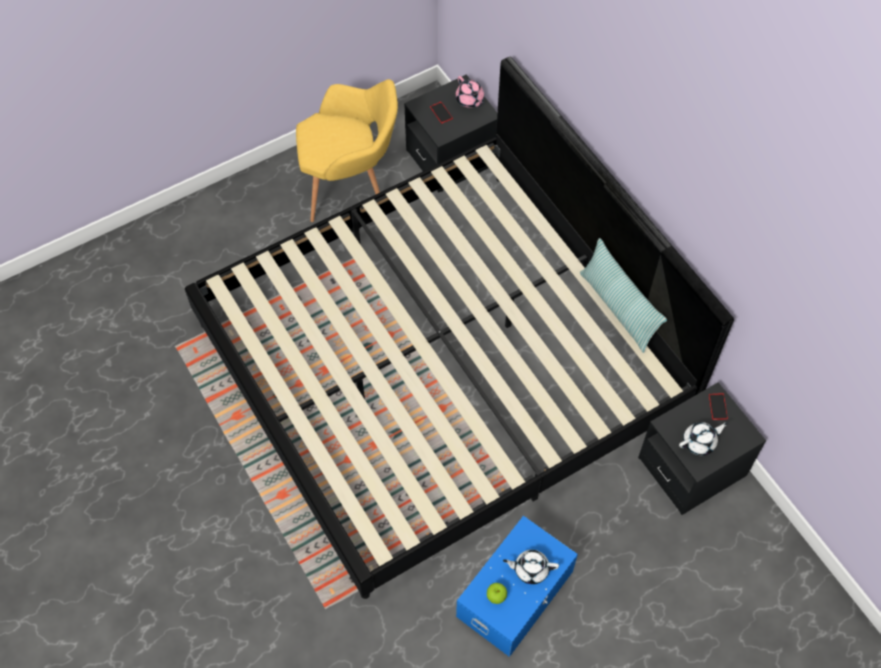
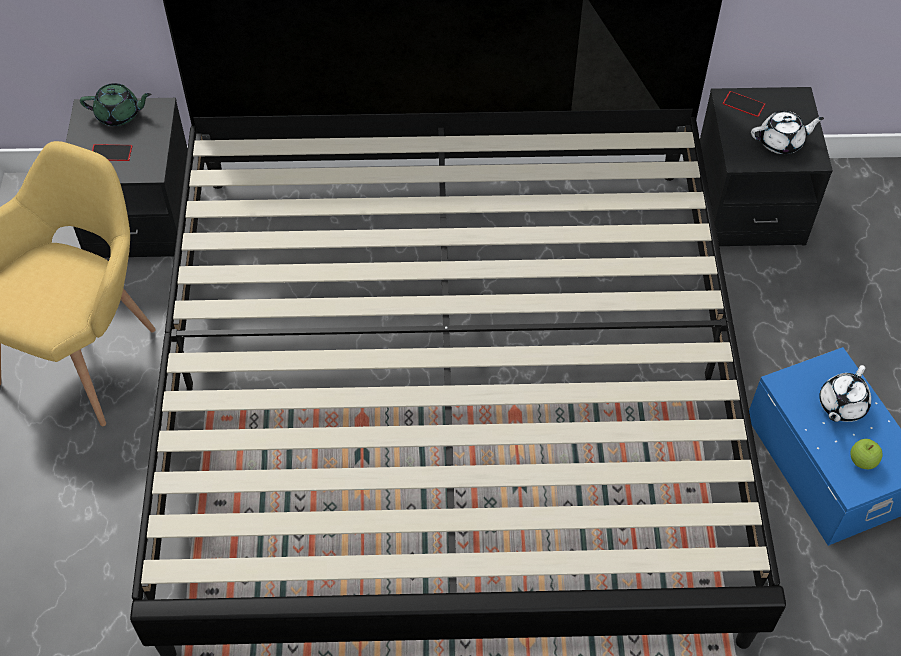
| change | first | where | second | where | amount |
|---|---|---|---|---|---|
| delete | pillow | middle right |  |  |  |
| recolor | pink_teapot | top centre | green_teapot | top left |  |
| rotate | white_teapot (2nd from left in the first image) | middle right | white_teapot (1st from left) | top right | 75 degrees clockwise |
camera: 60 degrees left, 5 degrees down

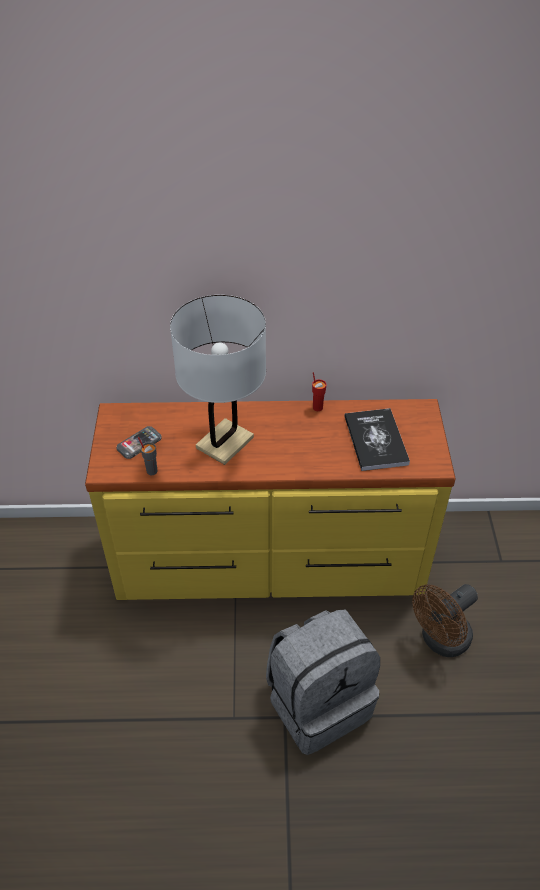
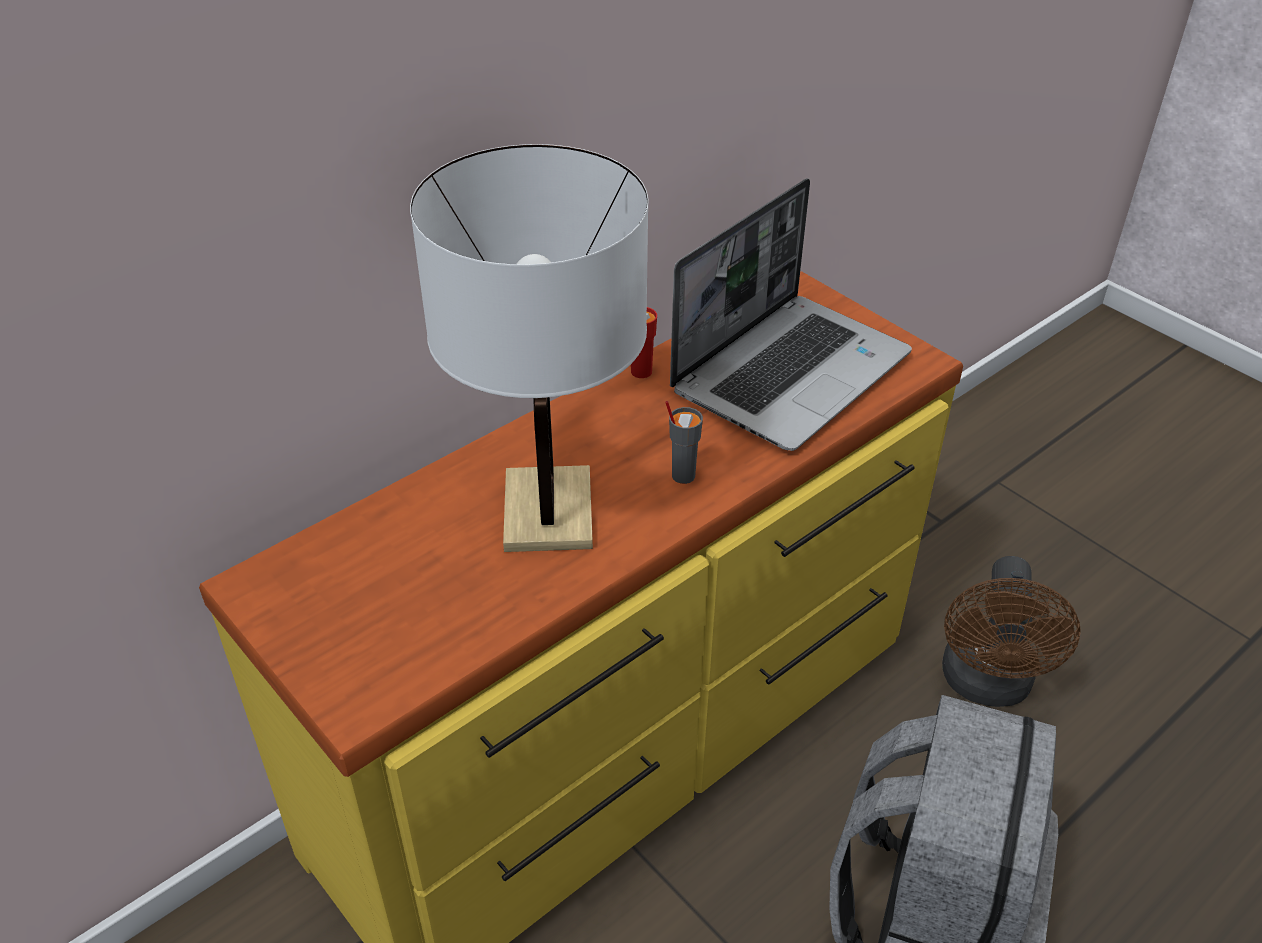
| change | first | where | second | where | amount |
|---|---|---|---|---|---|
| delete | phone | middle left |  |  |  |
| move | grey_cup | middle left |  | centre |  |
| replace | book | middle right | laptop | top centre |  |
camera: 40 degrees left, 5 degrees down

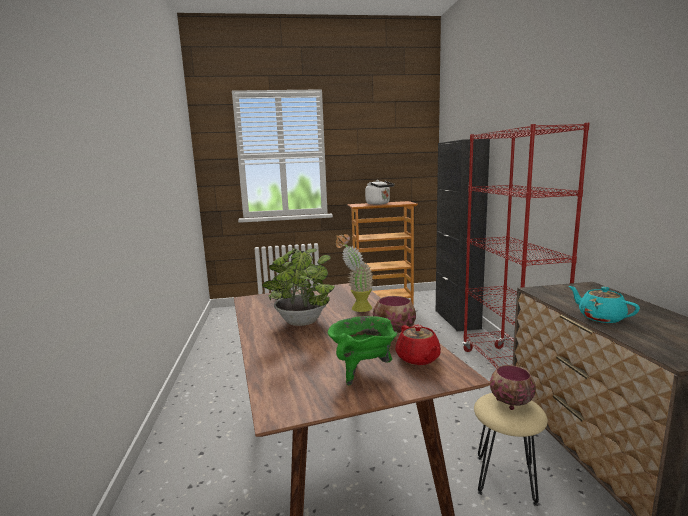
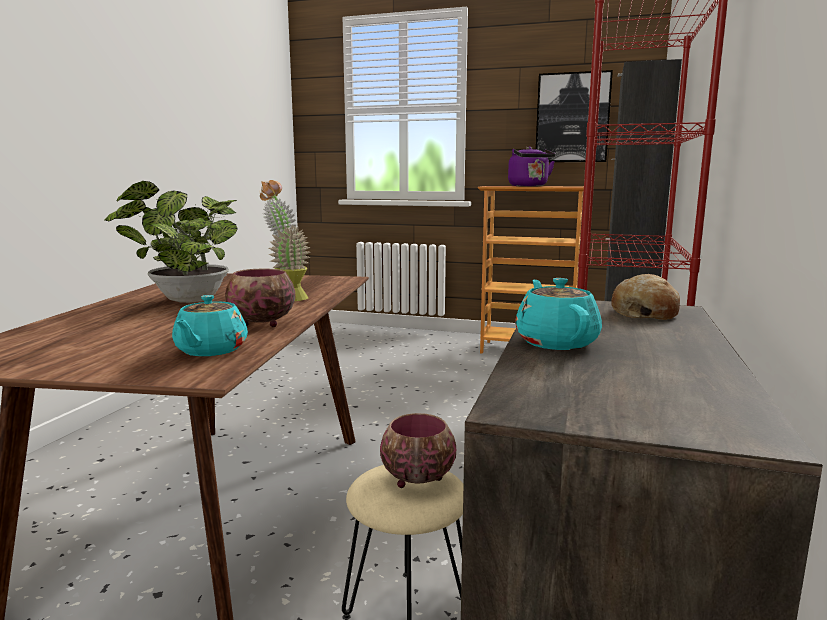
| change | first | where | second | where | amount |
|---|---|---|---|---|---|
| delete | green_cooking_pot | bottom centre |  |  |  |
| insert |  |  | picture | top right |  |
| insert |  |  | bread | middle right |  |
| recolor | white_kettle | centre | purple_kettle | top centre |  |
| recolor | red_teapot | bottom centre | turquoise_teapot (1st from left) | middle left |  |
camera: 25 degrees right, 0 degrees up

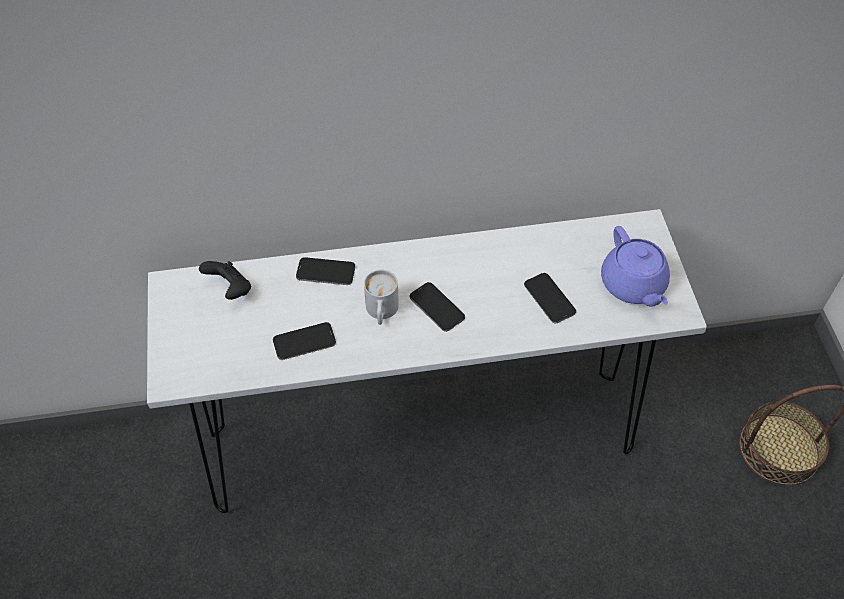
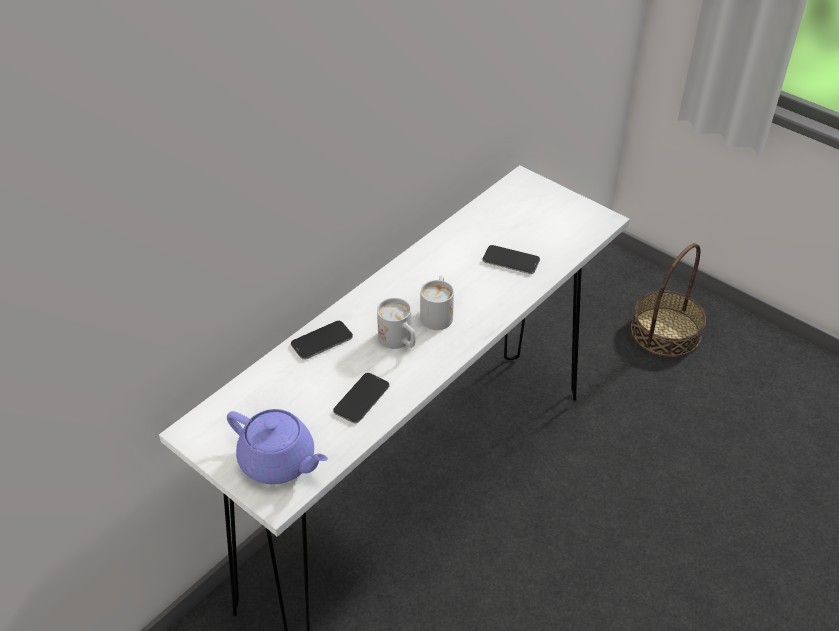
| change | first | where | second | where | amount |
|---|---|---|---|---|---|
| delete | black_game_controller | middle left |  |  |  |
| move | purple_teapot | middle right |  | bottom left |  |
| replace | phone (3rd from left) | centre | white_mug (2nd from left) | centre |  |
camera: 40 degrees left, 10 degrees down

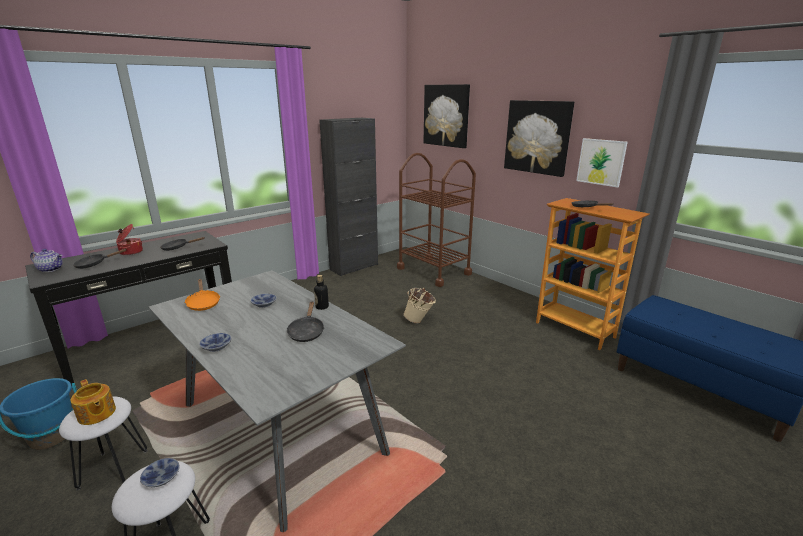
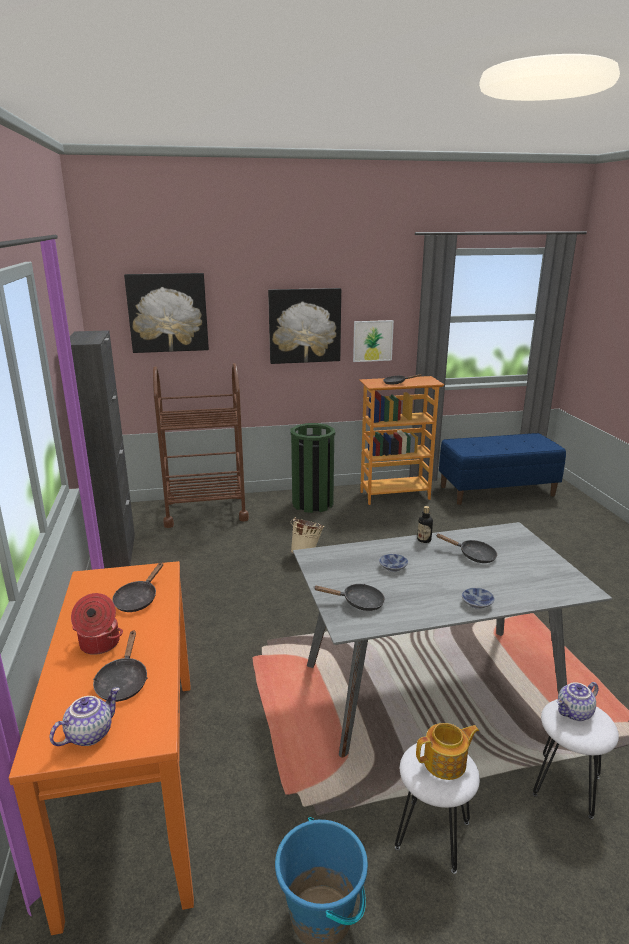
| change | first | where | second | where | amount |
|---|---|---|---|---|---|
| insert |  |  | green_trash_can | centre |  |
| replace | bowl (1st from left) | bottom left | teapot (3rd from left) | bottom right |  |
| recolor | black_console_table | middle left | orange_console_table | bottom left |  |
| recolor | orange_frying_pan | middle left | black_frying_pan (3rd from left) | centre |  |
camera: 60 degrees left, 0 degrees up

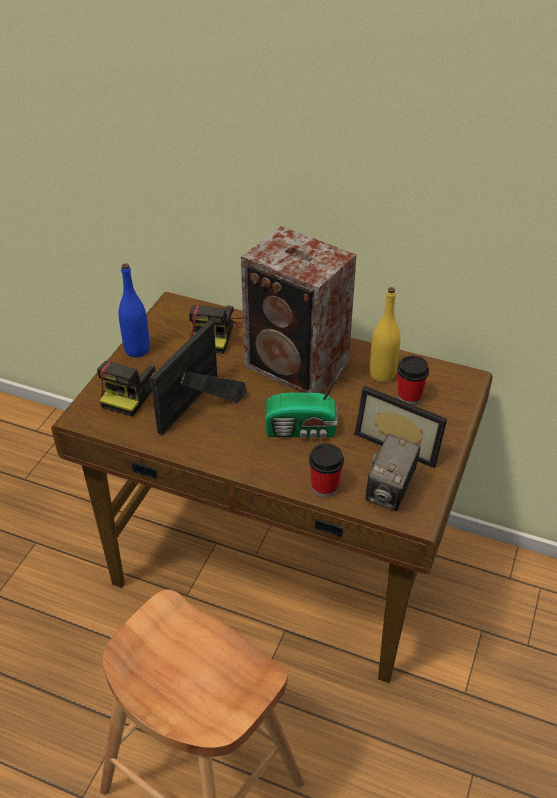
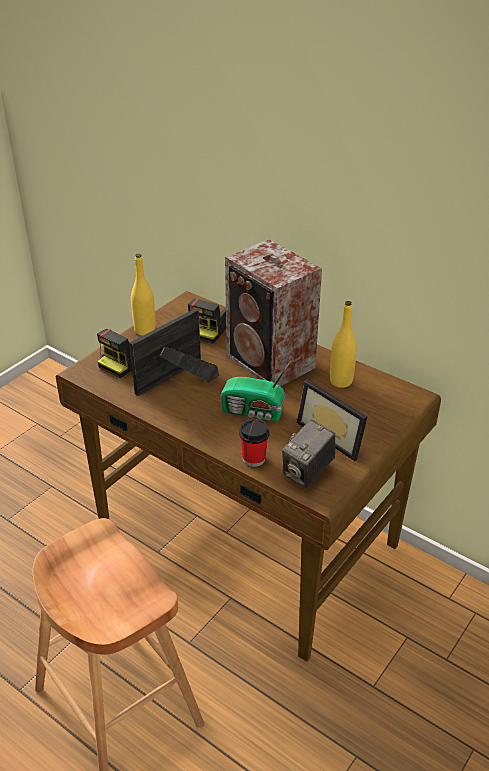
| change | first | where | second | where | amount |
|---|---|---|---|---|---|
| delete | cup (2nd from left) | middle right |  |  |  |
| recolor | blue_bottle | middle left | yellow_bottle (1st from left) | middle left |  |
camera: 15 degrees right, 5 degrees down

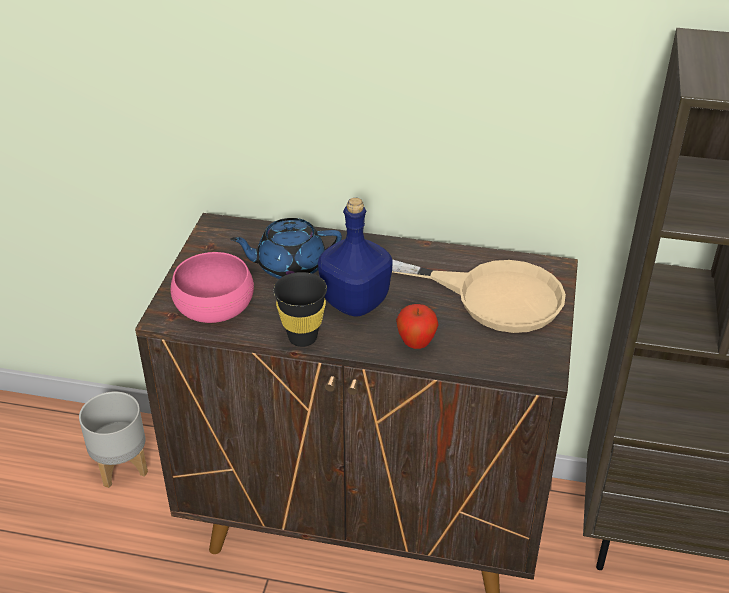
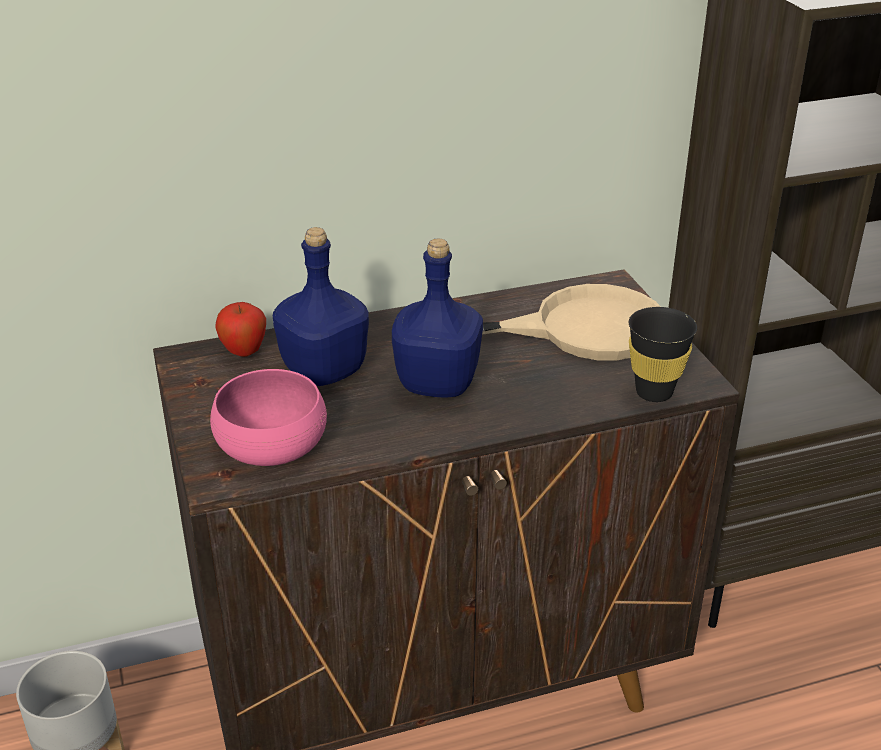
| change | first | where | second | where | amount |
|---|---|---|---|---|---|
| move | black_cup | centre |  | middle right |  |
| move | apple | centre |  | middle left |  |
| replace | blue_teapot | centre | blue_bottle (1st from left) | centre |  |
camera: 30 degrees left, 5 degrees down

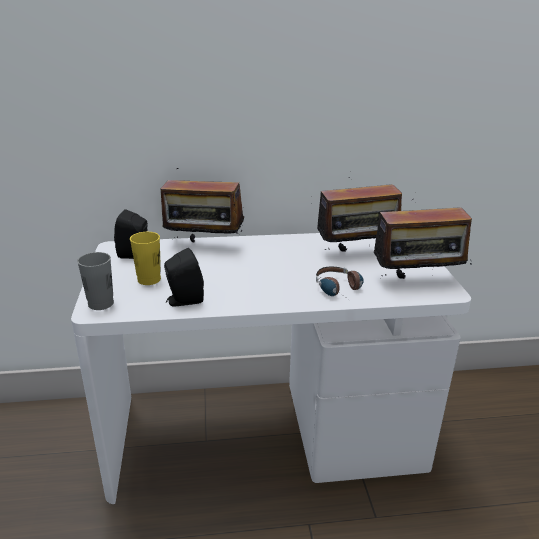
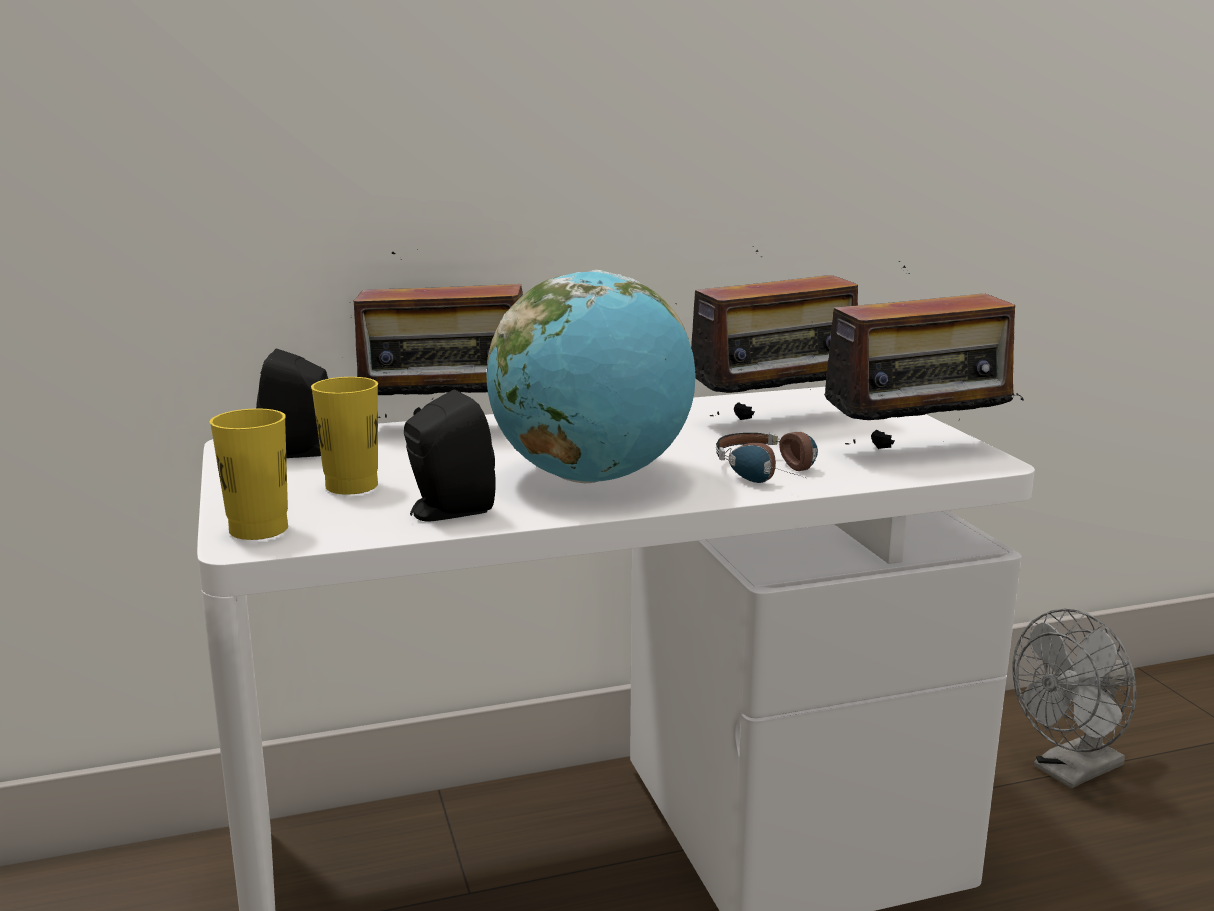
| change | first | where | second | where | amount |
|---|---|---|---|---|---|
| insert |  |  | globe | centre |  |
| insert |  |  | grey_fan | bottom right |  |
| recolor | grey_cup | middle left | yellow_cup (1st from left) | middle left |  |
camera: 10 degrees left, 10 degrees down

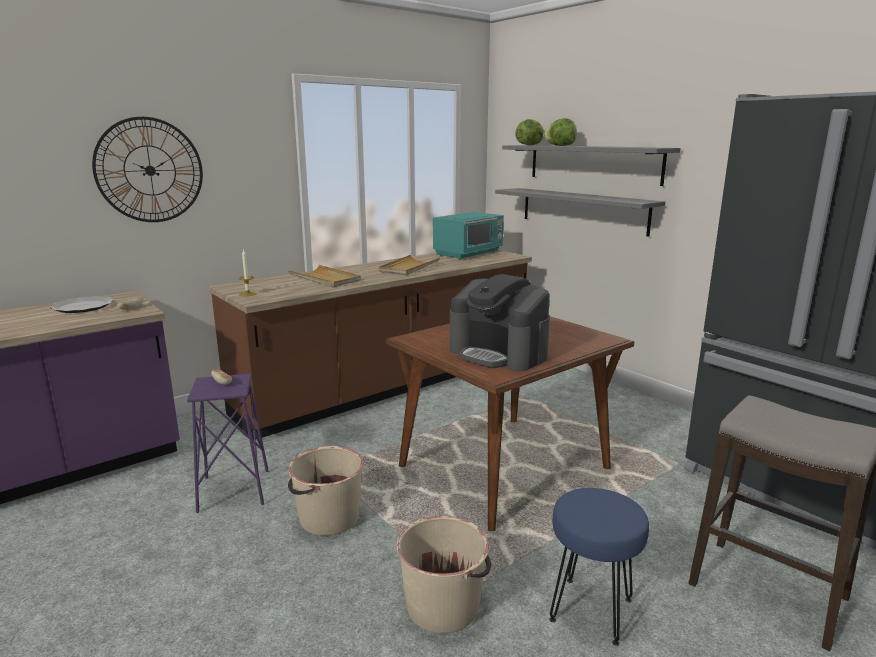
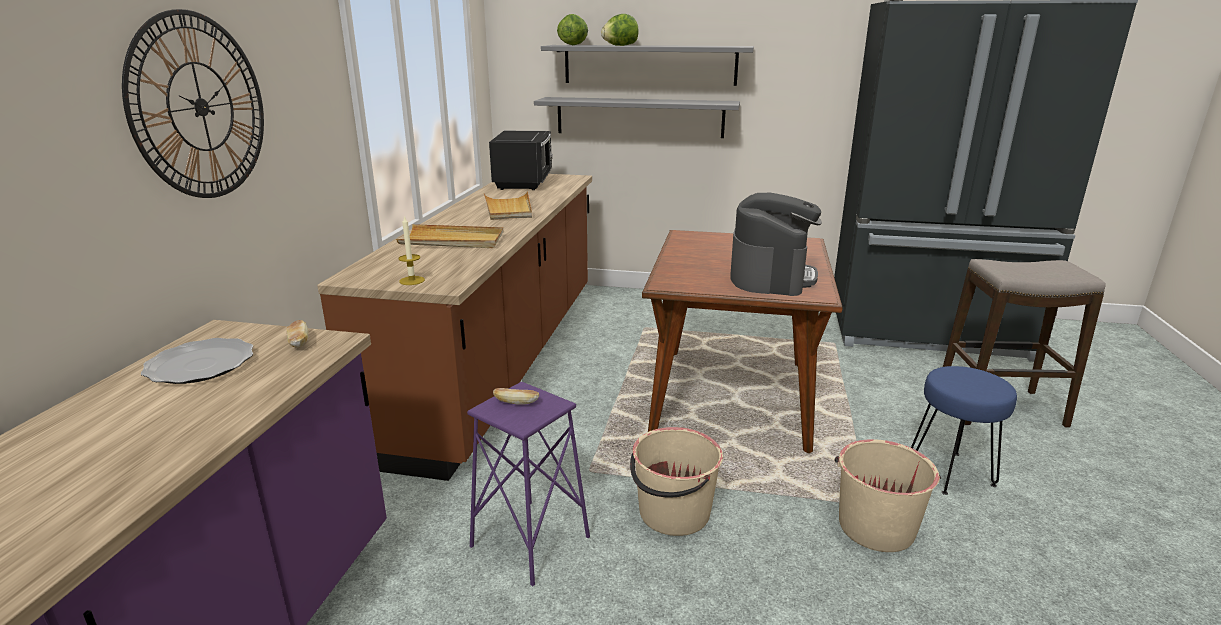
| change | first | where | second | where | amount |
|---|---|---|---|---|---|
| recolor | turquoise_microwave | centre | black_microwave | top centre |  |
| rotate | coffee_machine | centre |  | centre | 75 degrees counterclockwise |
camera: 40 degrees left, 5 degrees up

